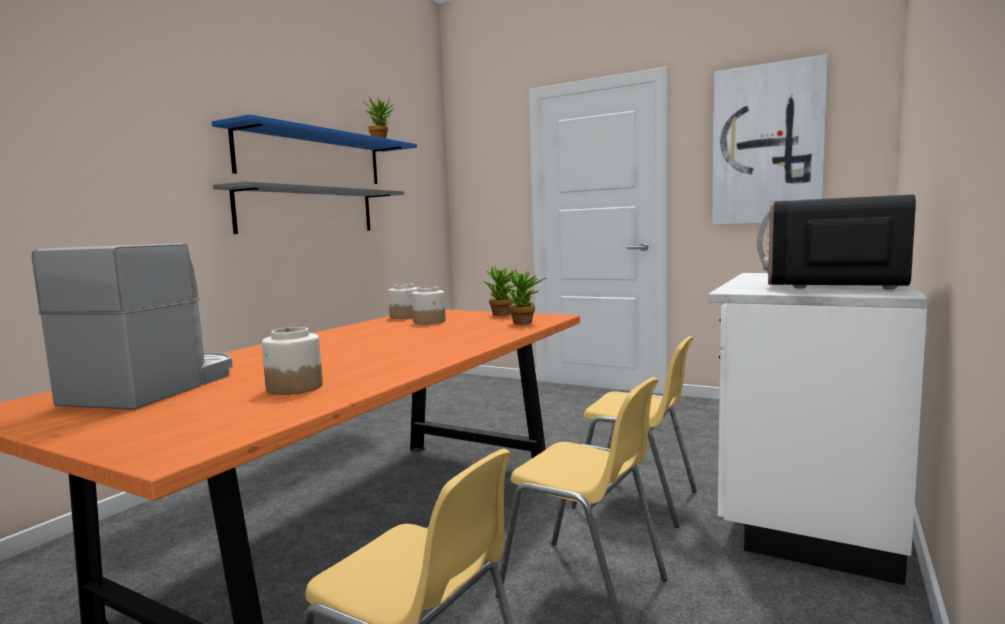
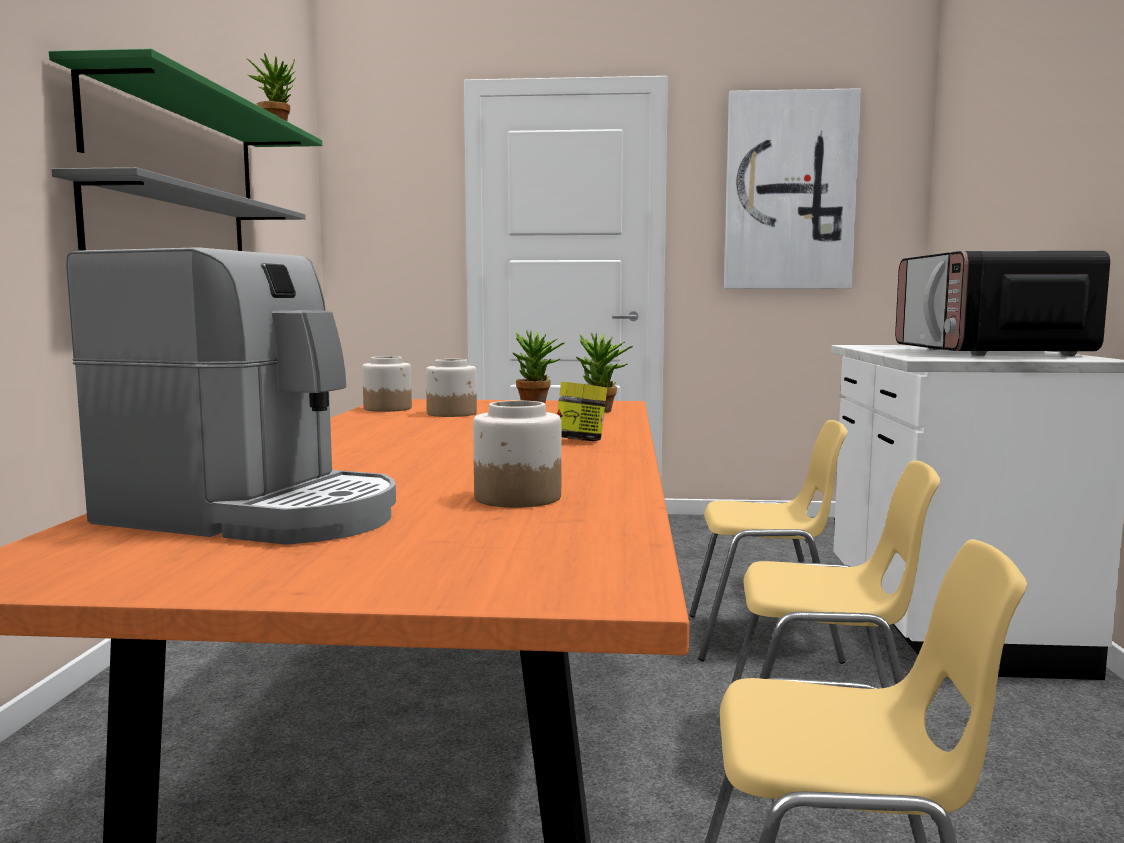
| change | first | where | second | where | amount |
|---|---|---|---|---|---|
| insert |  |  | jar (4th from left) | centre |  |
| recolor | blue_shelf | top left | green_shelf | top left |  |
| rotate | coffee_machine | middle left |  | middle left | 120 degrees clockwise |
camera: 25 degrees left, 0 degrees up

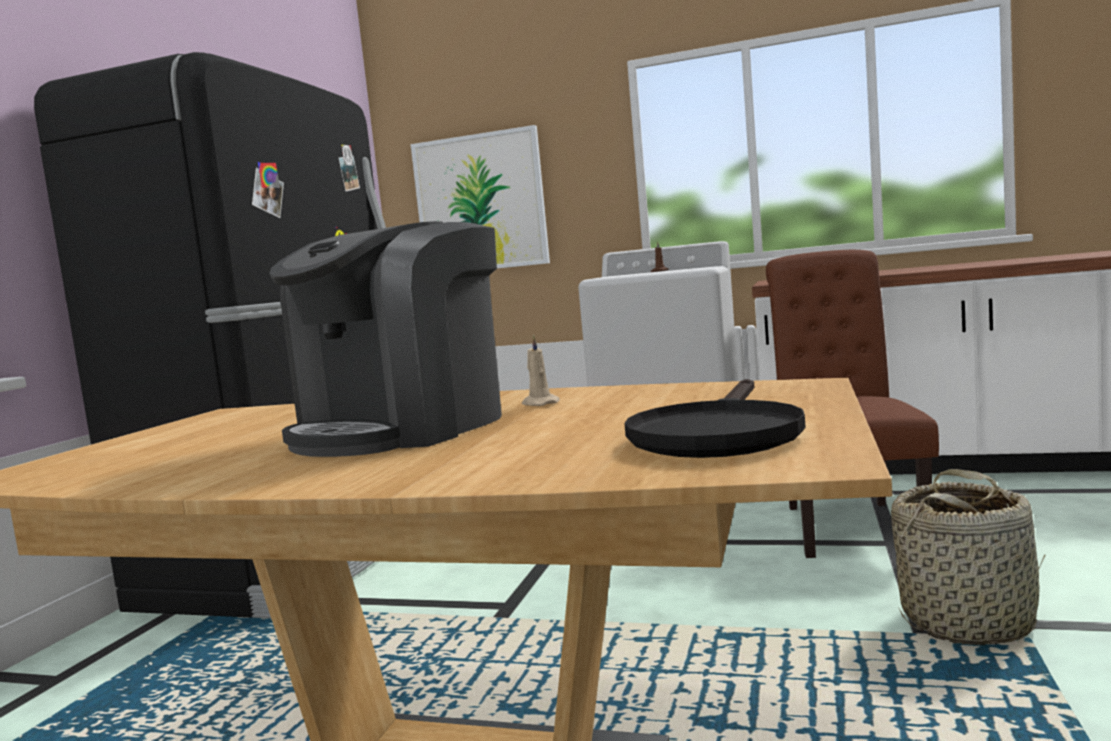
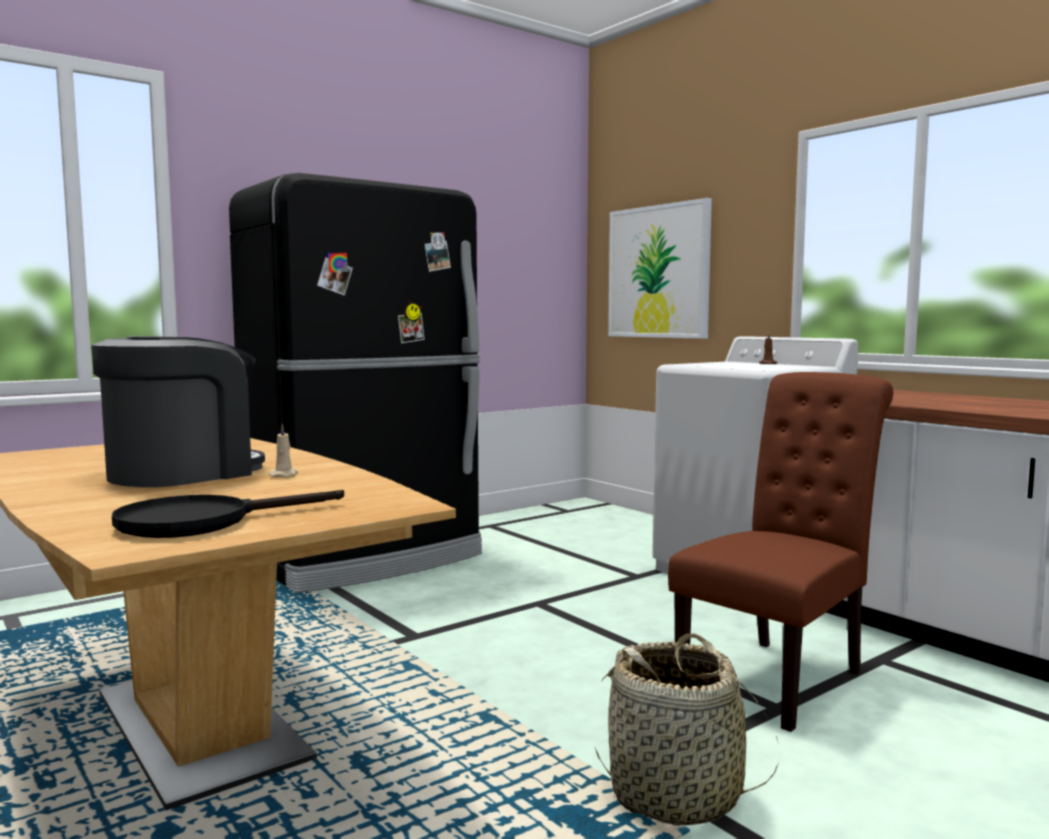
| change | first | where | second | where | amount |
|---|---|---|---|---|---|
| rotate | coffee_machine | centre |  | middle left | 150 degrees clockwise |
camera: 35 degrees right, 0 degrees up

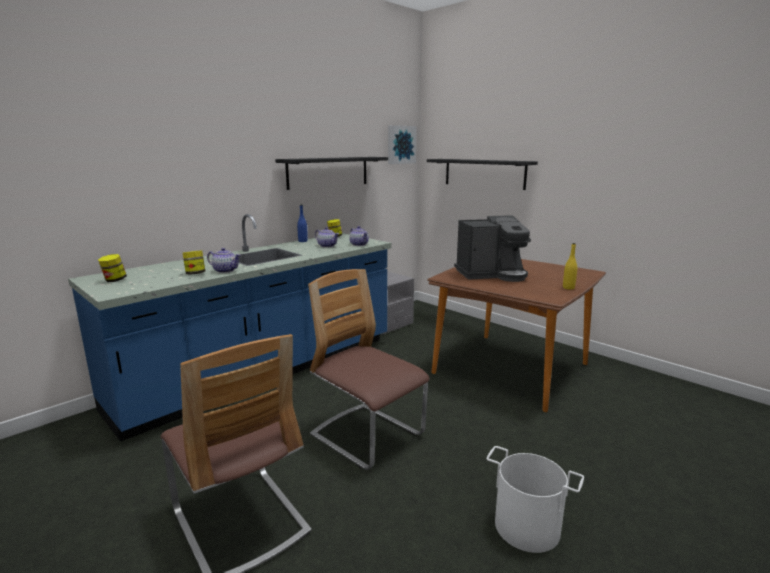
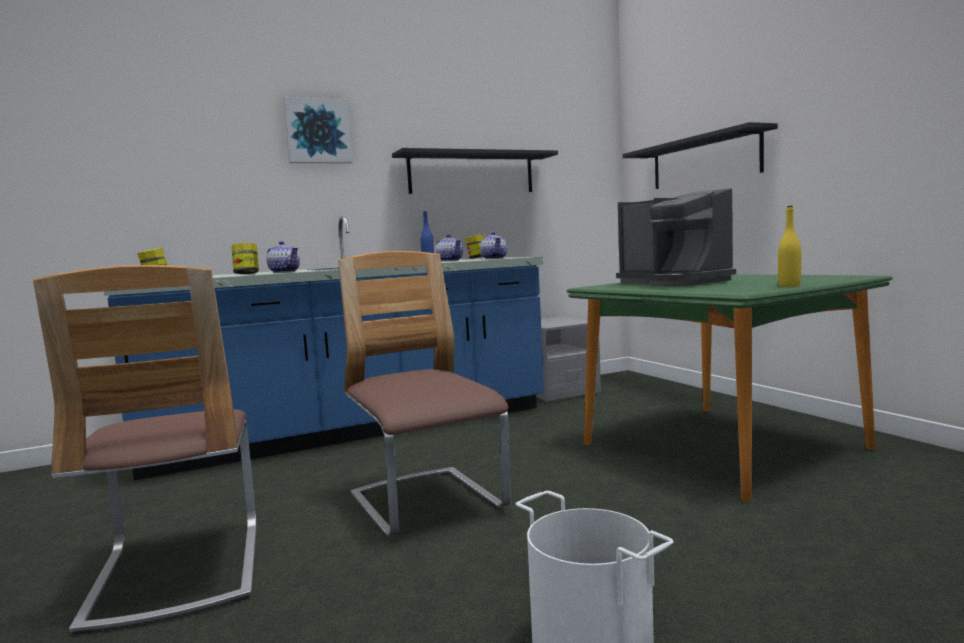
| change | first | where | second | where | amount |
|---|---|---|---|---|---|
| move | picture | top centre |  | top left |  |
| recolor | brown_dining_table | middle right | green_dining_table | middle right |  |
| rotate | coffee_machine | centre |  | middle right | 45 degrees clockwise |
camera: 20 degrees right, 10 degrees down

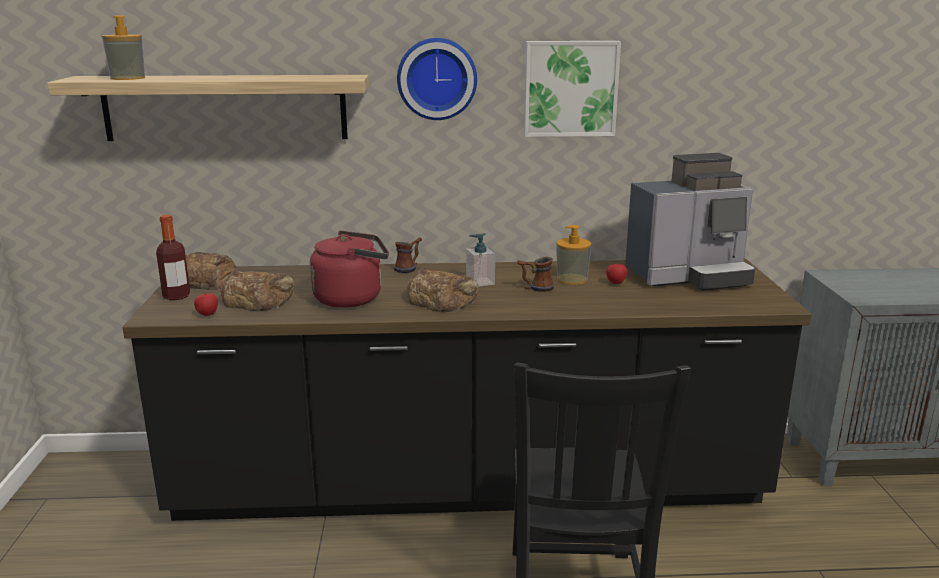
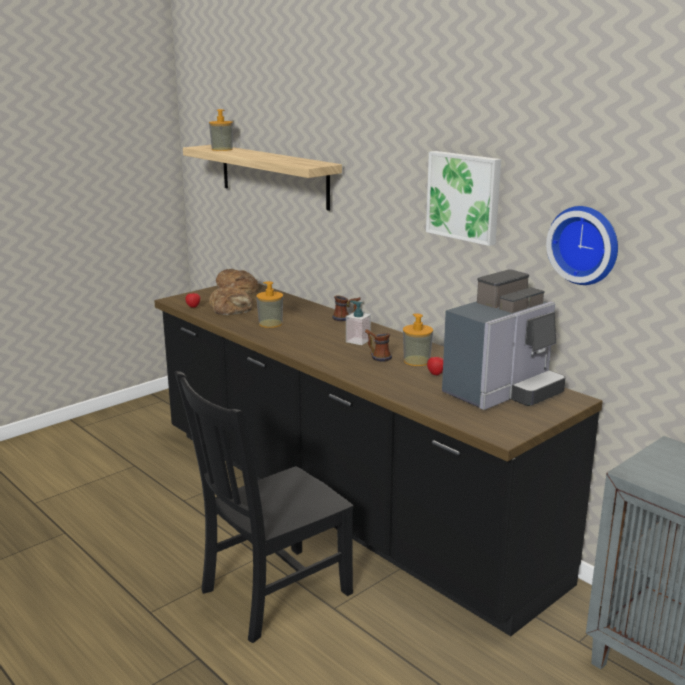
| change | first | where | second | where | amount |
|---|---|---|---|---|---|
| delete | bottle | middle left |  |  |  |
| delete | bread (3rd from left) | centre |  |  |  |
| move | wall_clock | top centre |  | middle right |  |
| replace | red_kettle | centre | soap_dispenser (2nd from left) | centre |  |
| rotate | coffee_machine | middle right |  | middle right | 75 degrees counterclockwise |
camera: 50 degrees right, 0 degrees up

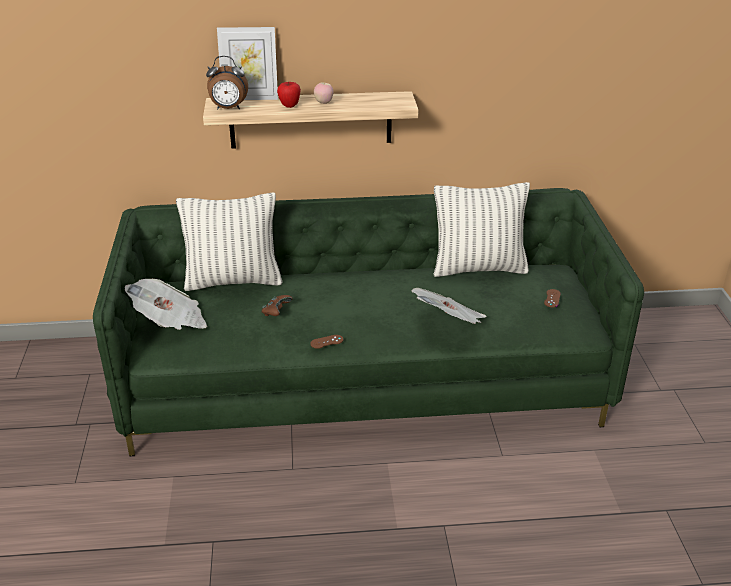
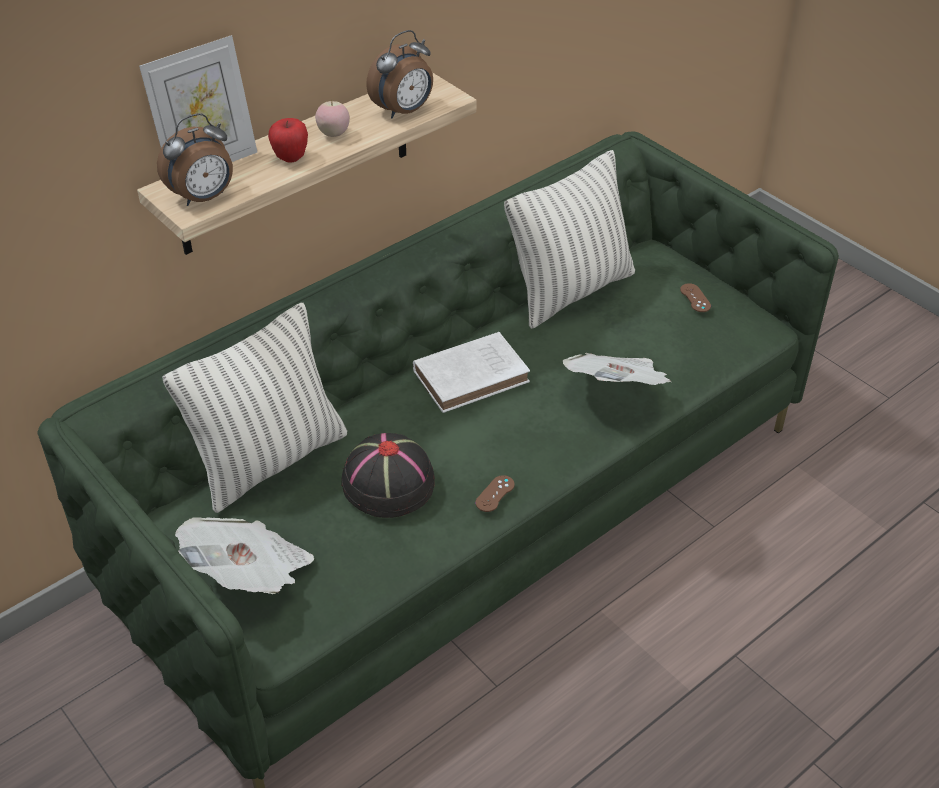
| change | first | where | second | where | amount |
|---|---|---|---|---|---|
| insert |  |  | alarm_clock (2nd from left) | top centre |  |
| insert |  |  | white_book | centre |  |
| replace | brown_game_controller (1st from left) | centre | black_hat | centre |  |
camera: 35 degrees left, 10 degrees up

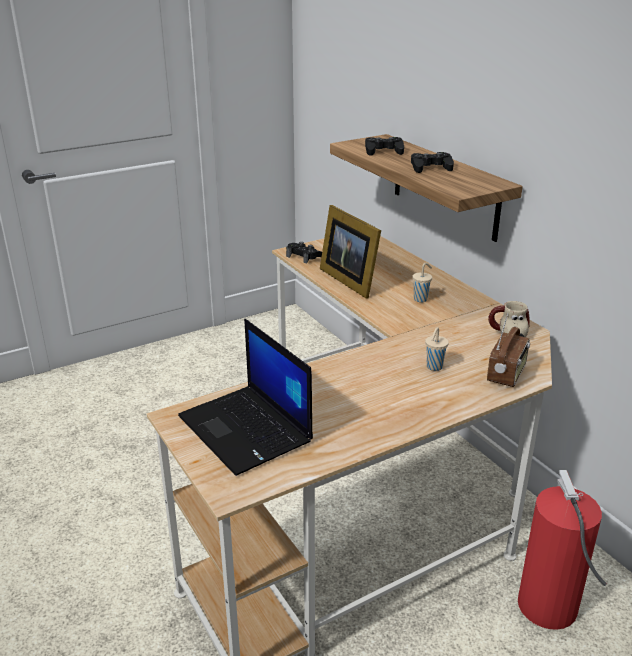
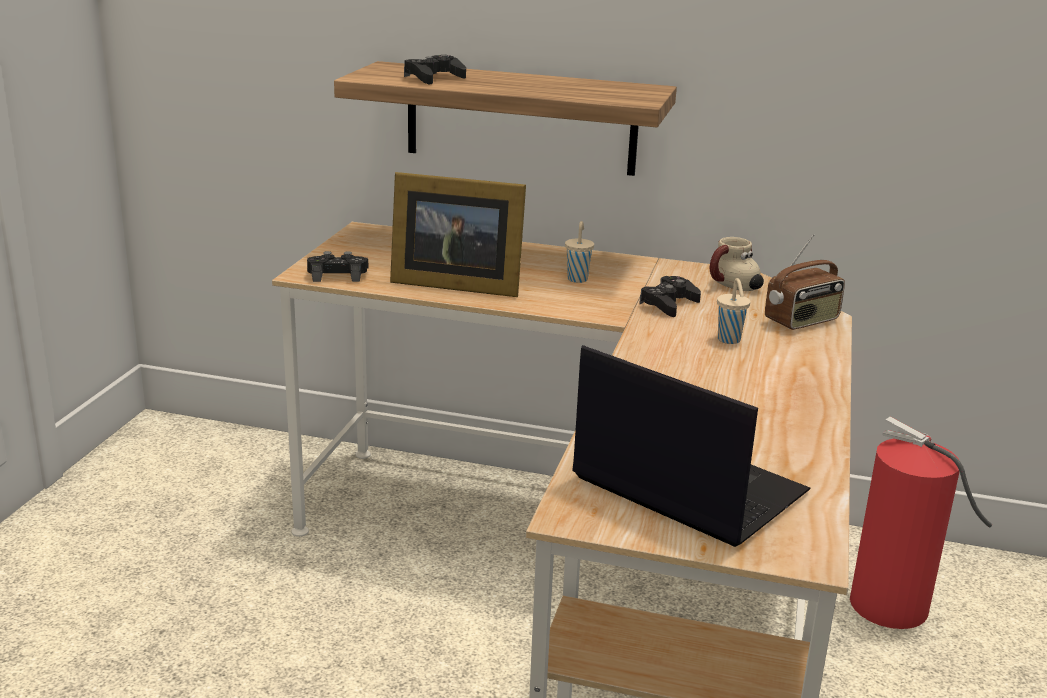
| change | first | where | second | where | amount |
|---|---|---|---|---|---|
| move | black_game_controller (3rd from left) | top right |  | centre |  |
| rotate | laptop | centre |  | centre | 150 degrees counterclockwise |
| rotate | radio | middle right |  | middle right | 75 degrees clockwise |
camera: 45 degrees left, 5 degrees down

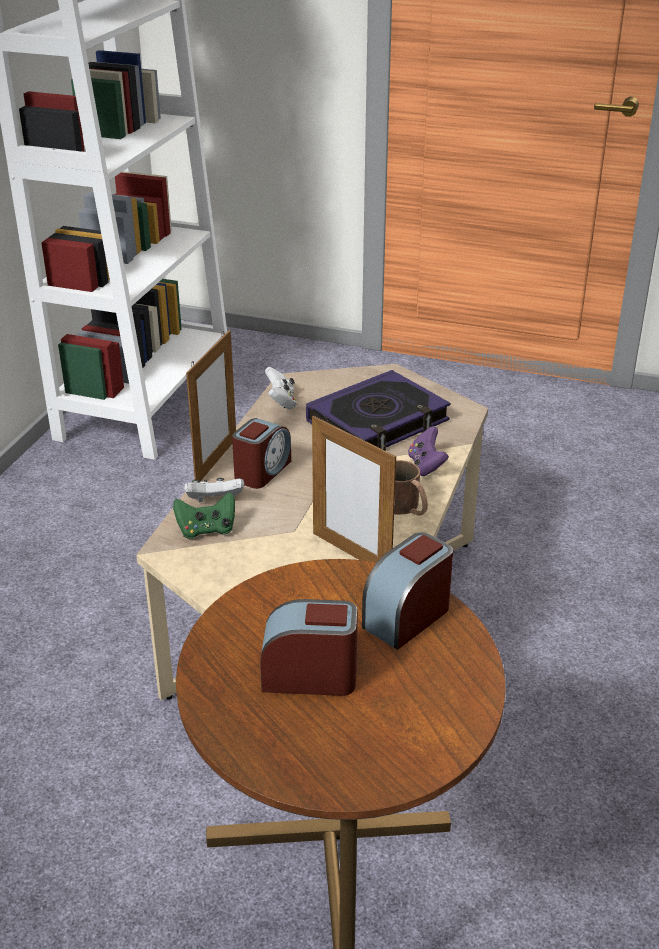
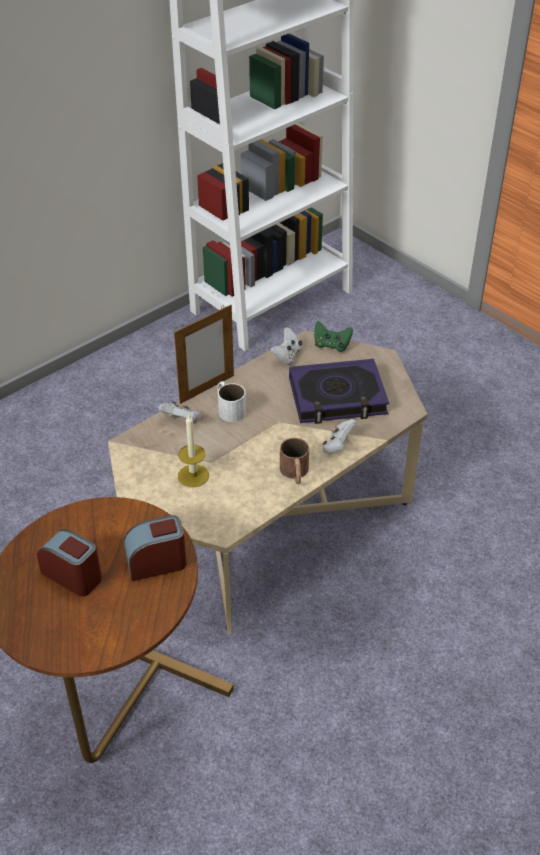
| change | first | where | second | where | amount |
|---|---|---|---|---|---|
| delete | picture_frame (2nd from left) | centre |  |  |  |
| insert |  |  | candle | centre |  |
| move | green_game_controller | middle left |  | centre |  |
| replace | alarm_clock (1st from left) | centre | white_mug | centre |  |
| recolor | purple_game_controller | centre | white_game_controller (3rd from left) | centre |  |
camera: 30 degrees right, 10 degrees up

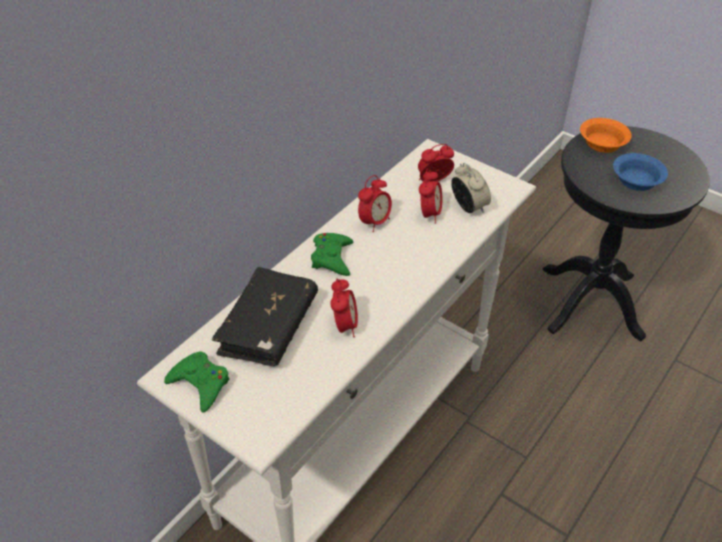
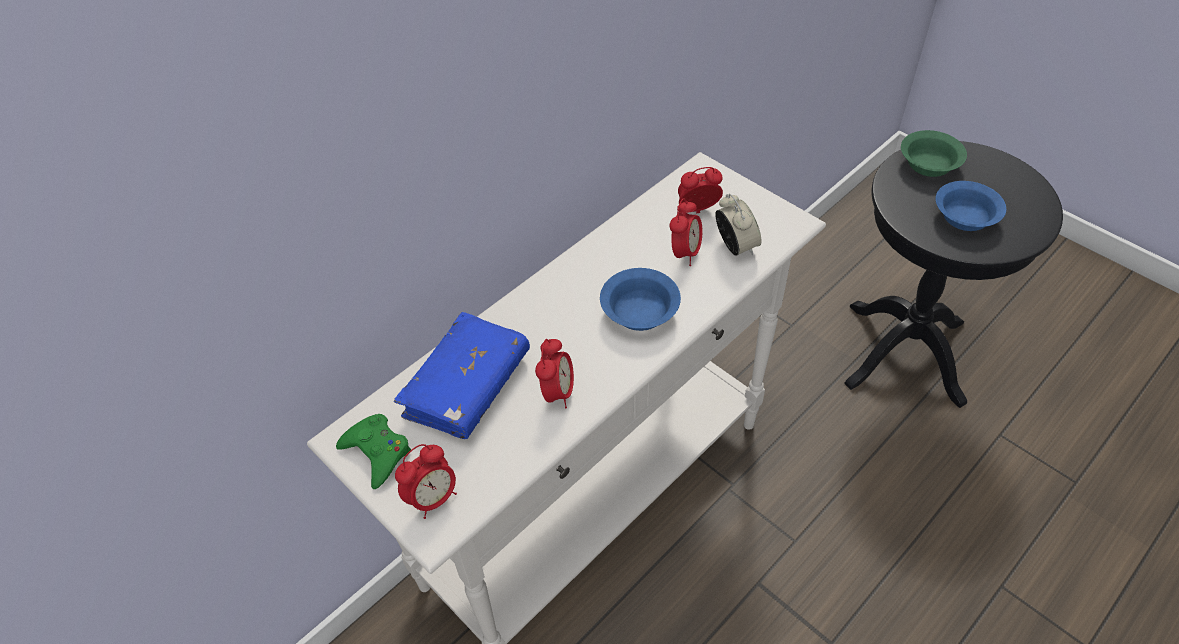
| change | first | where | second | where | amount |
|---|---|---|---|---|---|
| delete | green_game_controller (2nd from left) | centre |  |  |  |
| insert |  |  | blue_bowl (1st from left) | centre |  |
| move | alarm_clock (2nd from left in the first image) | centre | alarm_clock (1st from left) | bottom centre |  |
| recolor | black_book | centre | blue_book | centre |  |
| recolor | orange_bowl | top right | green_bowl | top right |  |
camera: 10 degrees right, 5 degrees up

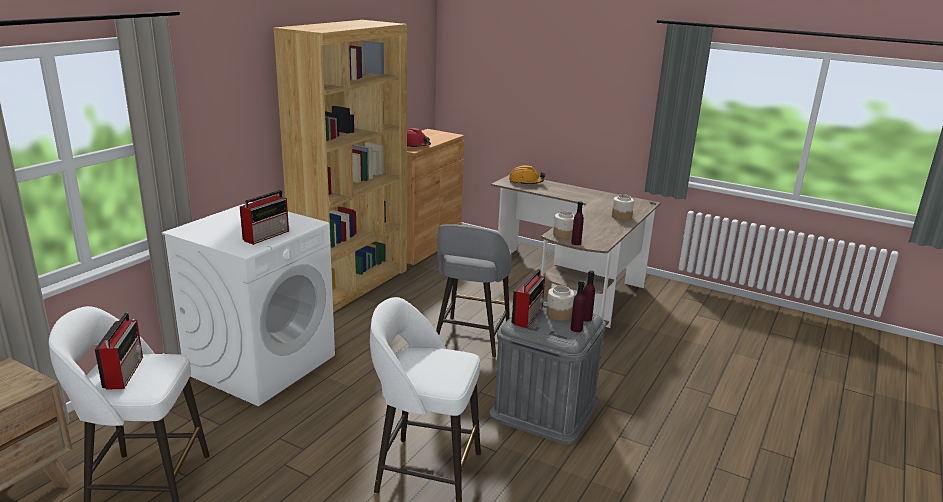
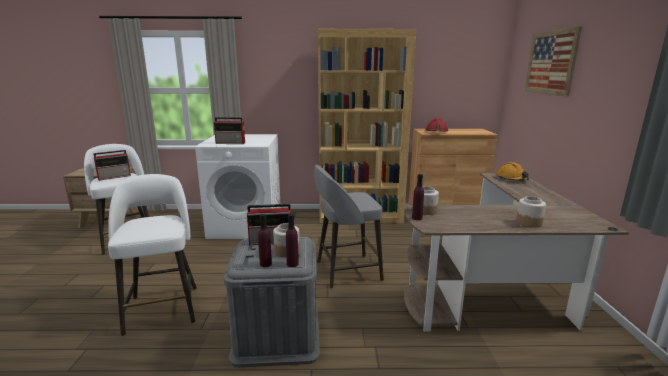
| change | first | where | second | where | amount |
|---|---|---|---|---|---|
| insert |  |  | picture | top right |  |
camera: 60 degrees right, 5 degrees down

